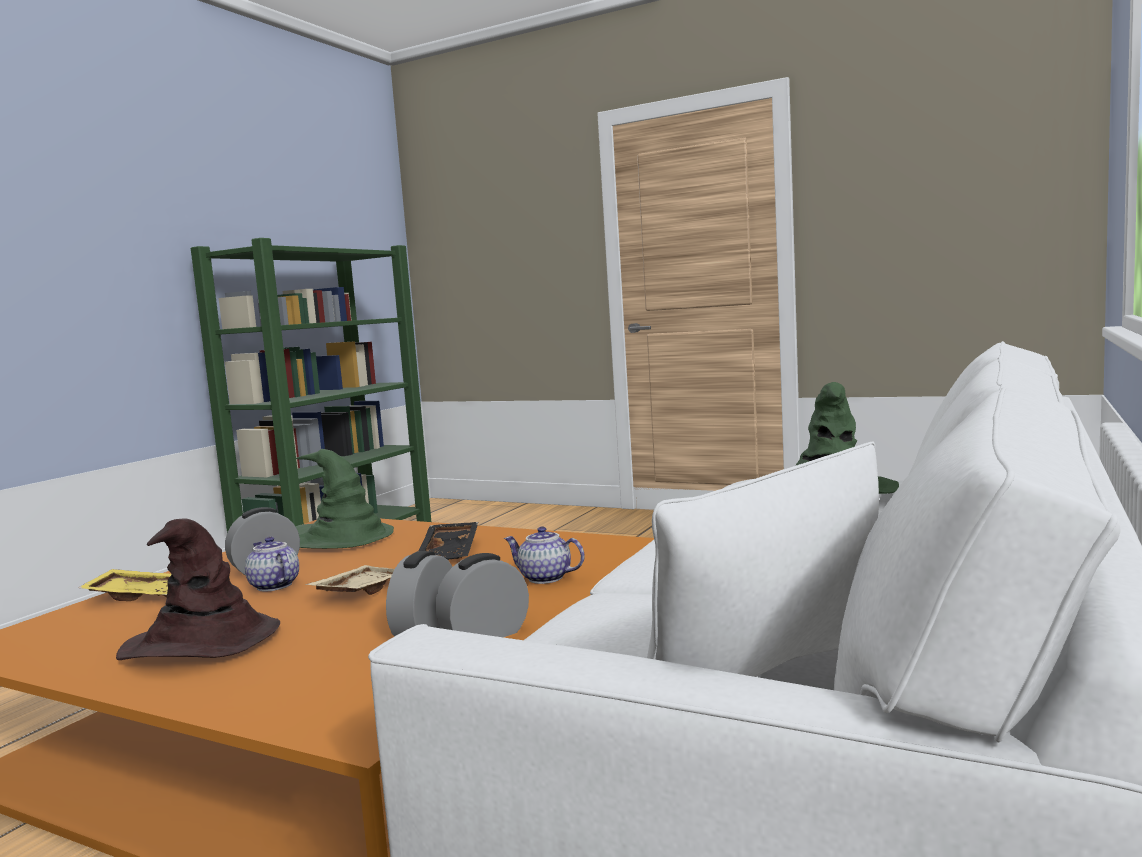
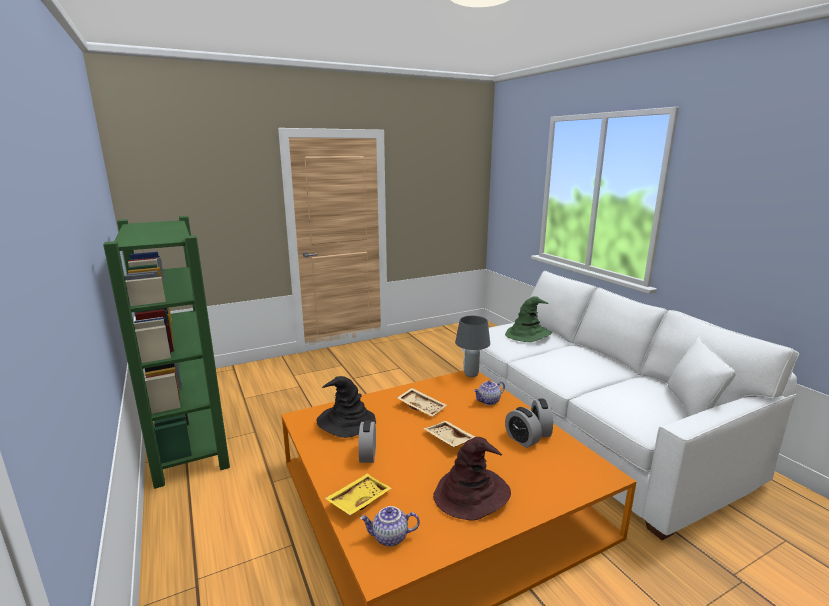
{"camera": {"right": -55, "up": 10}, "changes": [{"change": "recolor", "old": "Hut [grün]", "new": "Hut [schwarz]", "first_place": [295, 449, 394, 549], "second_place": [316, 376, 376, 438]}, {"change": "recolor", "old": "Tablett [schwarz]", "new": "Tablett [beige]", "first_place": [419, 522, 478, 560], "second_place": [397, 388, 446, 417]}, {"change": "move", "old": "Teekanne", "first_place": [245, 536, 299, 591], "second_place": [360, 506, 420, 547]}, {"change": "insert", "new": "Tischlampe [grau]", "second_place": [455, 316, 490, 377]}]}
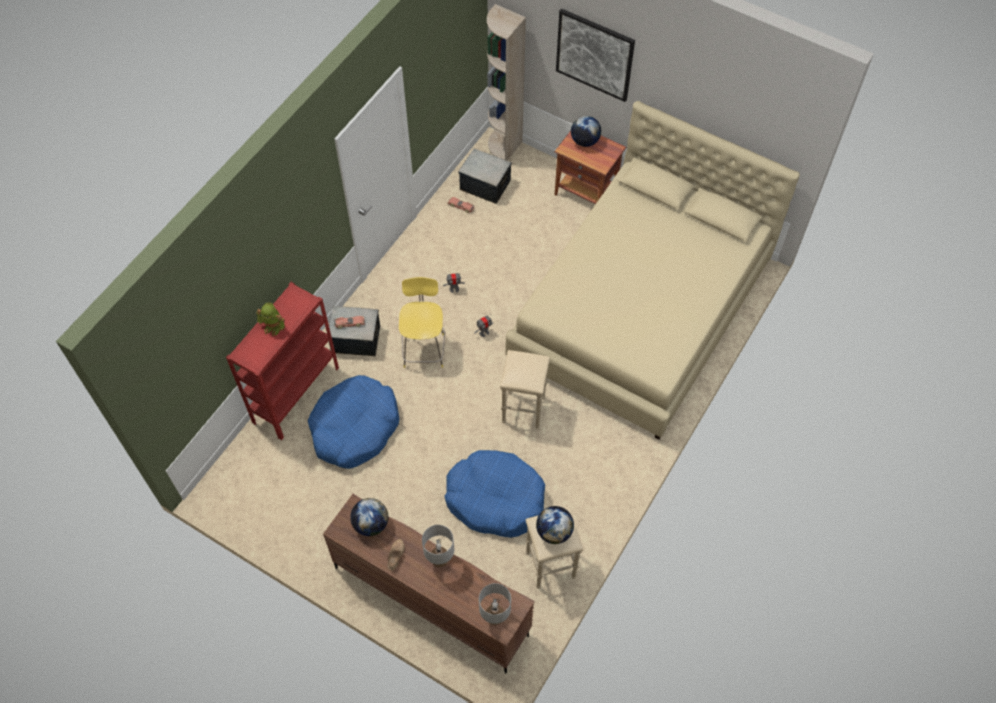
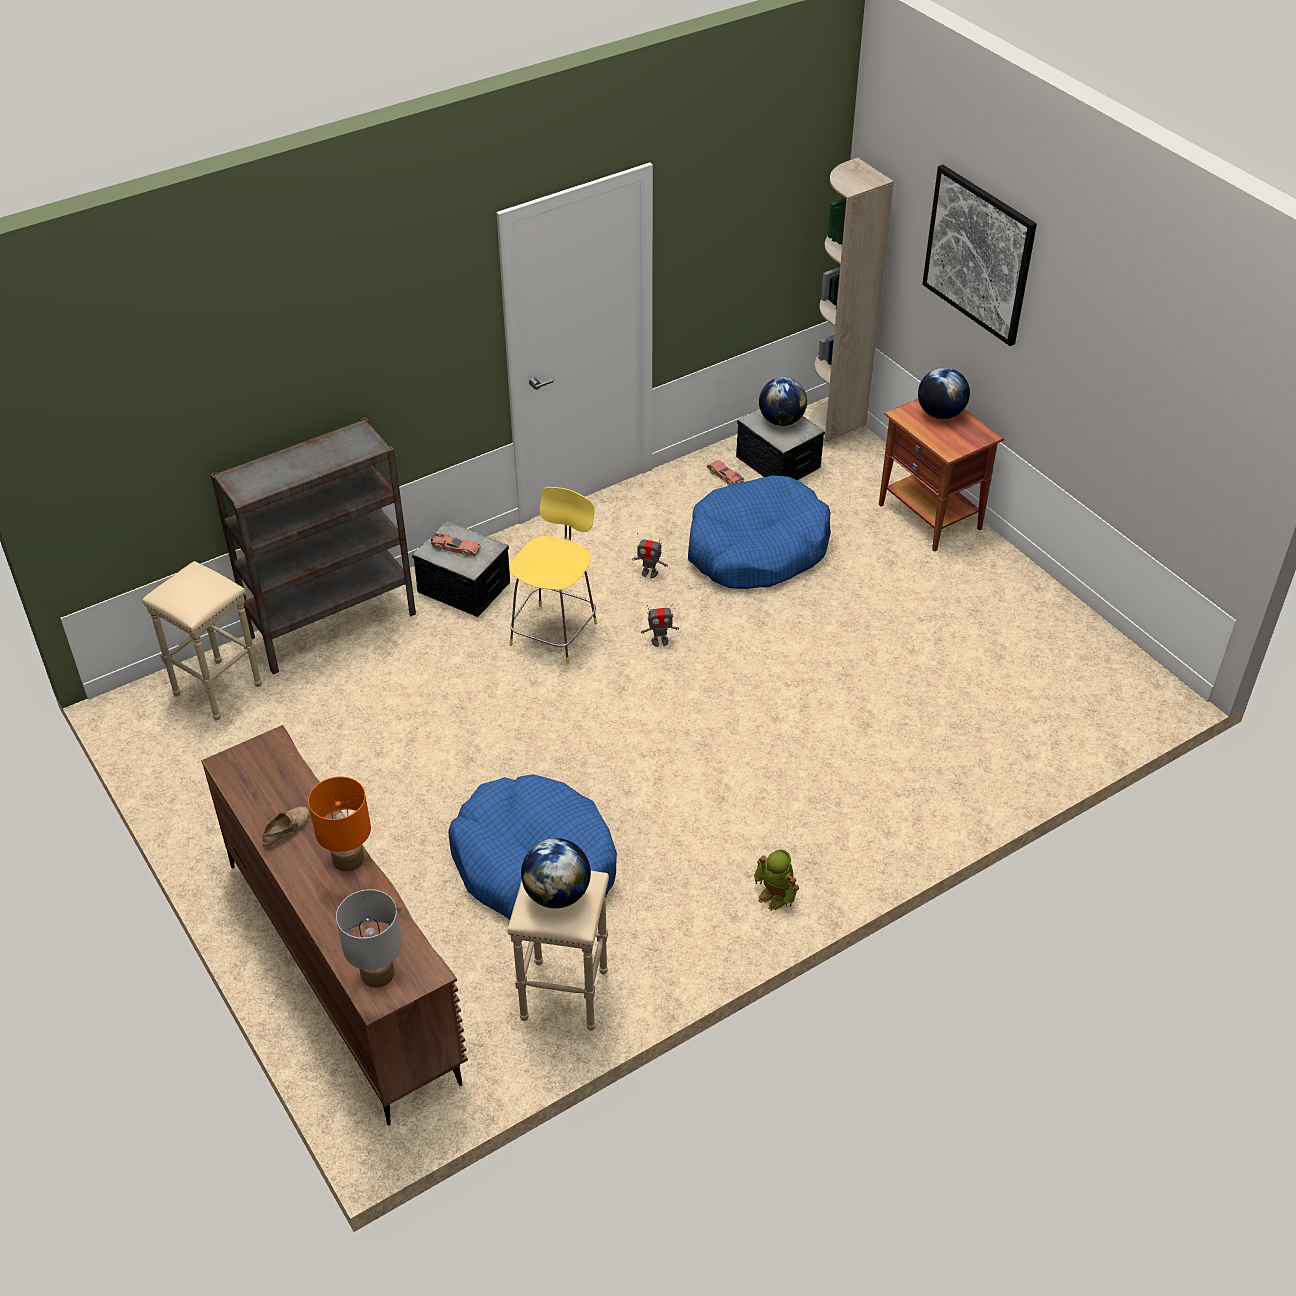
{"camera": {"right": 25, "up": -15}, "changes": [{"change": "delete", "old": "Bett [beige]", "first_place": [505, 101, 800, 440]}, {"change": "recolor", "old": "Bücherregal [rot]", "new": "Bücherregal [grau]", "first_place": [226, 282, 339, 440], "second_place": [211, 418, 416, 675]}, {"change": "move", "old": "Spielzeugroboter", "first_place": [256, 302, 285, 337], "second_place": [754, 849, 799, 911]}, {"change": "move", "old": "Hocker [beige]", "first_place": [500, 350, 550, 429], "second_place": [142, 561, 262, 720]}, {"change": "move", "old": "Hundebett [blau]", "first_place": [308, 375, 400, 469], "second_place": [688, 475, 831, 589]}, {"change": "move", "old": "Globus", "first_place": [350, 498, 388, 536], "second_place": [759, 377, 807, 426]}, {"change": "recolor", "old": "Tischlampe [grau]", "new": "Tischlampe [orange]", "first_place": [422, 525, 454, 567], "second_place": [308, 776, 371, 872]}]}
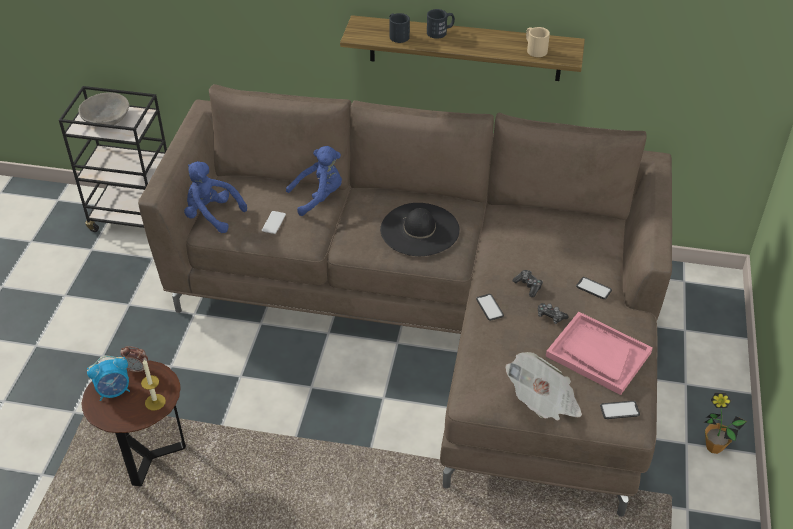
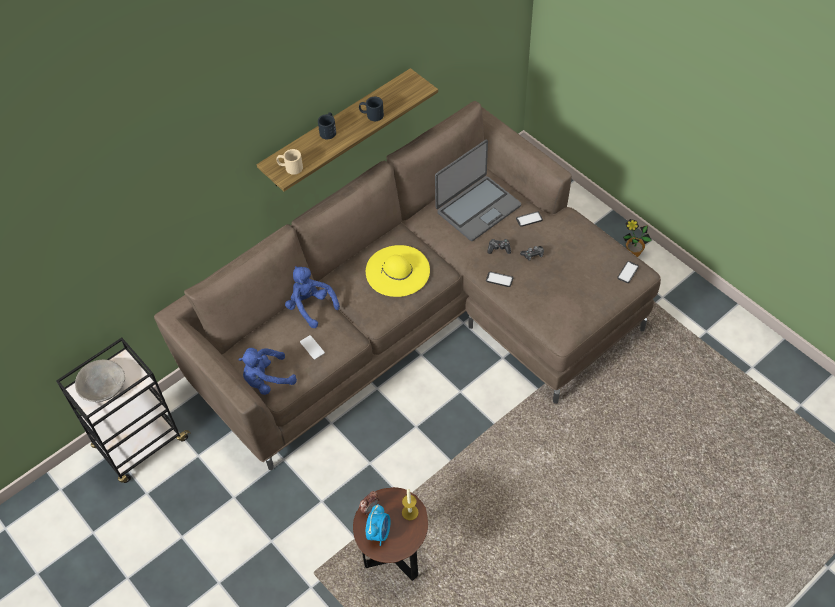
{"camera": {"right": -50, "up": 10}, "changes": [{"change": "move", "old": "Henkelbecher [schwarz]", "first_place": [389, 13, 410, 43], "second_place": [359, 97, 384, 121]}, {"change": "move", "old": "Henkelbecher [beige]", "first_place": [526, 27, 550, 57], "second_place": [277, 149, 303, 175]}, {"change": "rotate", "old": "Plüschtier [blau]", "first_place": [286, 146, 342, 216], "second_place": [285, 266, 340, 328], "degrees": -60}, {"change": "recolor", "old": "Hut [schwarz]", "new": "Hut [gelb]", "first_place": [380, 203, 460, 256], "second_place": [366, 245, 430, 297]}, {"change": "delete", "old": "Tablett [rosa]", "first_place": [546, 312, 652, 395]}, {"change": "delete", "old": "Zeitung", "first_place": [506, 352, 582, 420]}, {"change": "insert", "new": "Laptop", "second_place": [435, 140, 521, 241]}]}
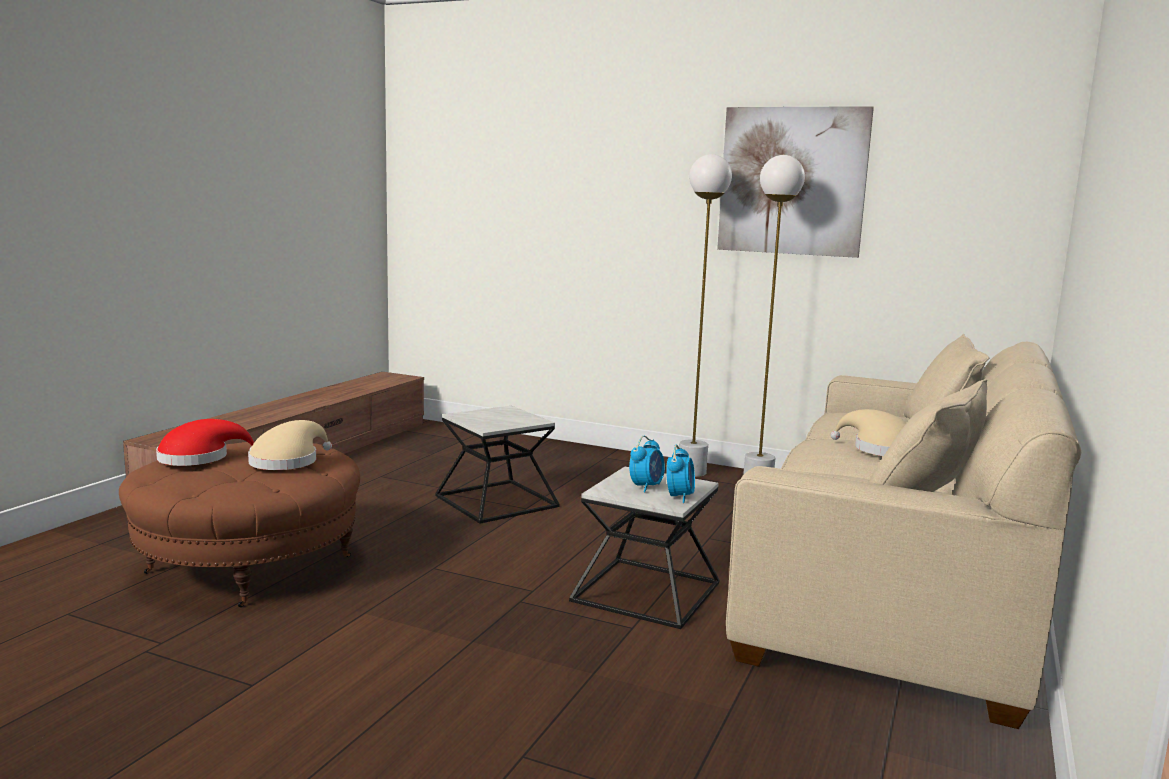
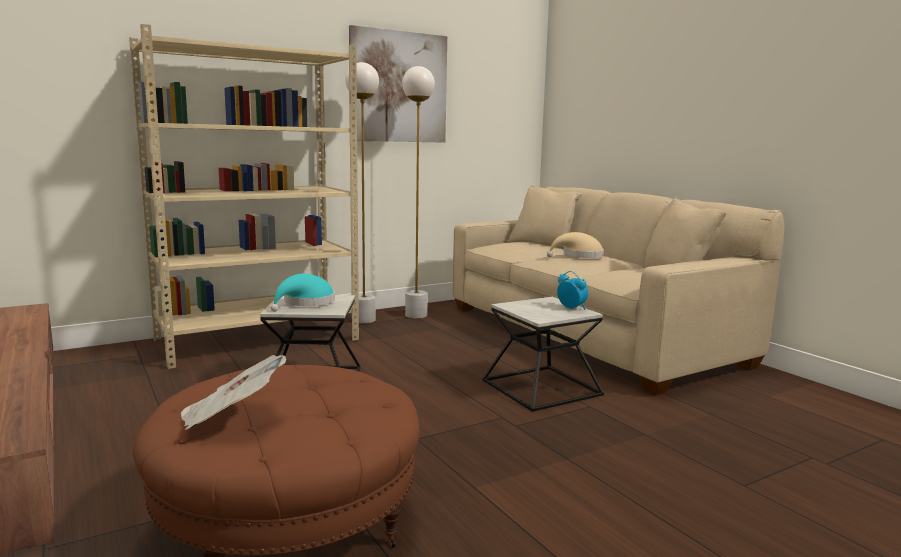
{"camera": {"right": -55, "up": 0}, "changes": [{"change": "replace", "old": "Hut [rot]", "new": "Zeitung", "first_place": [156, 419, 254, 466], "second_place": [181, 355, 286, 430]}, {"change": "delete", "old": "Hut [beige]", "first_place": [248, 420, 332, 470]}, {"change": "delete", "old": "Wecker", "first_place": [629, 436, 665, 492]}, {"change": "insert", "new": "Bücherregal [beige]", "second_place": [129, 24, 359, 369]}, {"change": "insert", "new": "Hut [türkis]", "second_place": [271, 274, 335, 312]}]}
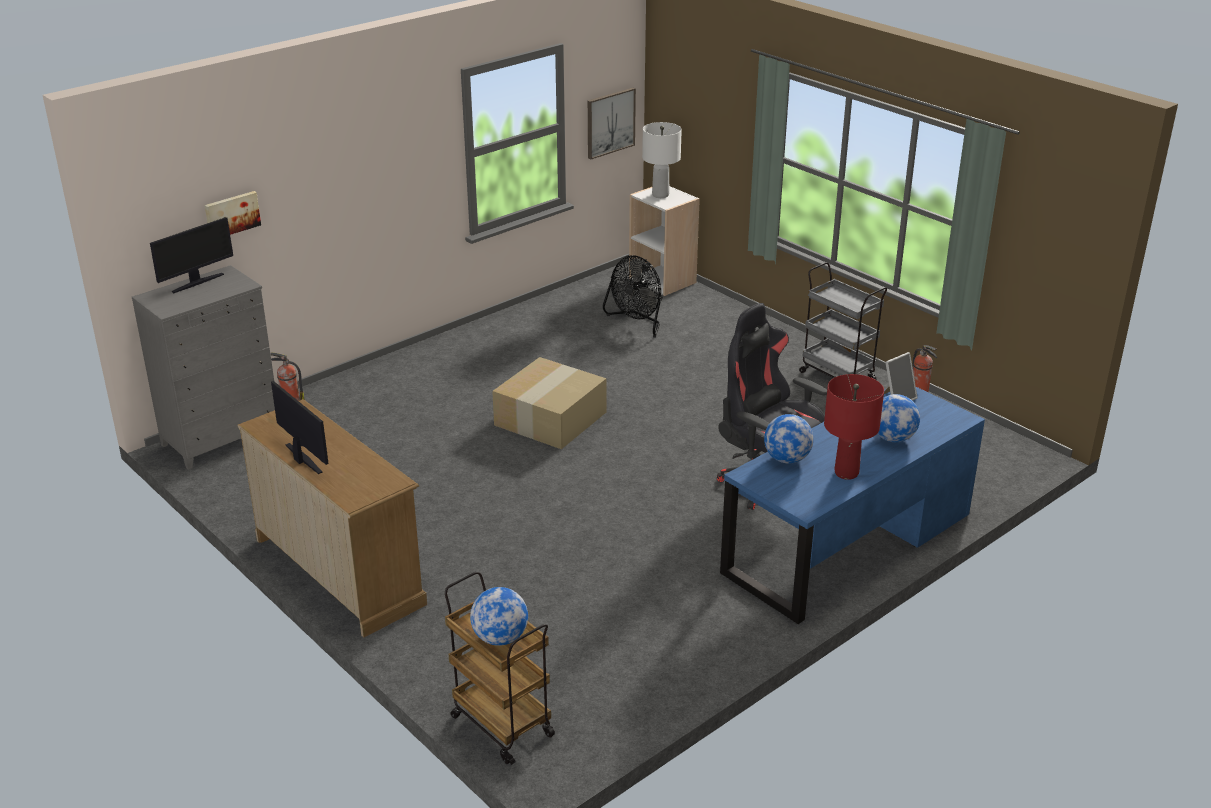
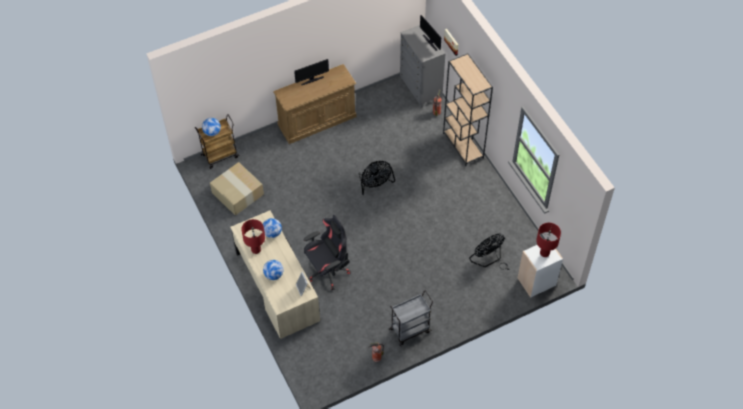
{"camera": {"right": 105, "up": 25}, "changes": [{"change": "delete", "old": "Bild", "first_place": [588, 87, 636, 159]}, {"change": "recolor", "old": "Tischlampe [weiß]", "new": "Tischlampe [rot]", "first_place": [642, 122, 682, 198], "second_place": [536, 223, 561, 257]}, {"change": "move", "old": "Karton", "first_place": [492, 357, 606, 449], "second_place": [210, 162, 264, 216]}, {"change": "recolor", "old": "Schreibtisch [blau]", "new": "Schreibtisch [beige]", "first_place": [720, 387, 985, 624], "second_place": [230, 210, 320, 339]}, {"change": "insert", "new": "Bücherregal", "second_place": [443, 53, 493, 167]}, {"change": "insert", "new": "Ventilator [schwarz]", "second_place": [358, 161, 395, 195]}]}
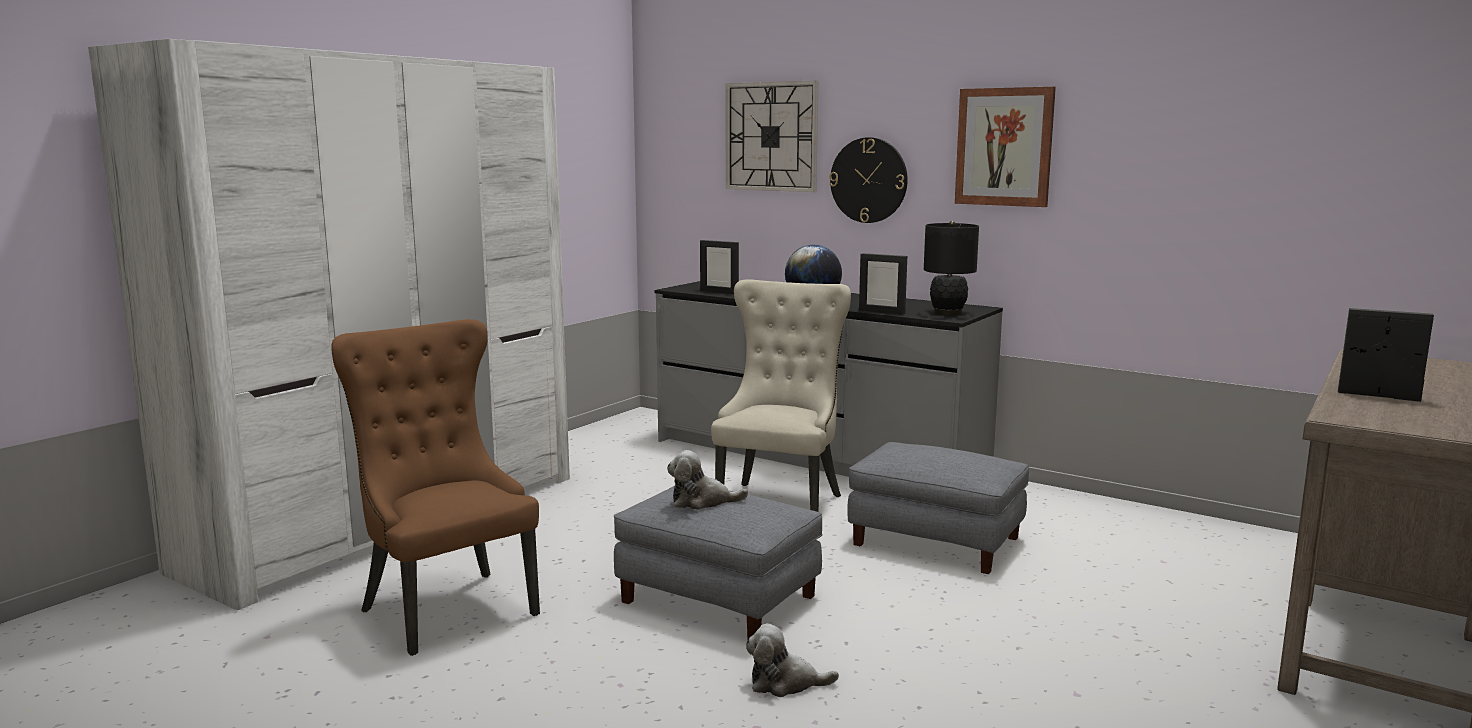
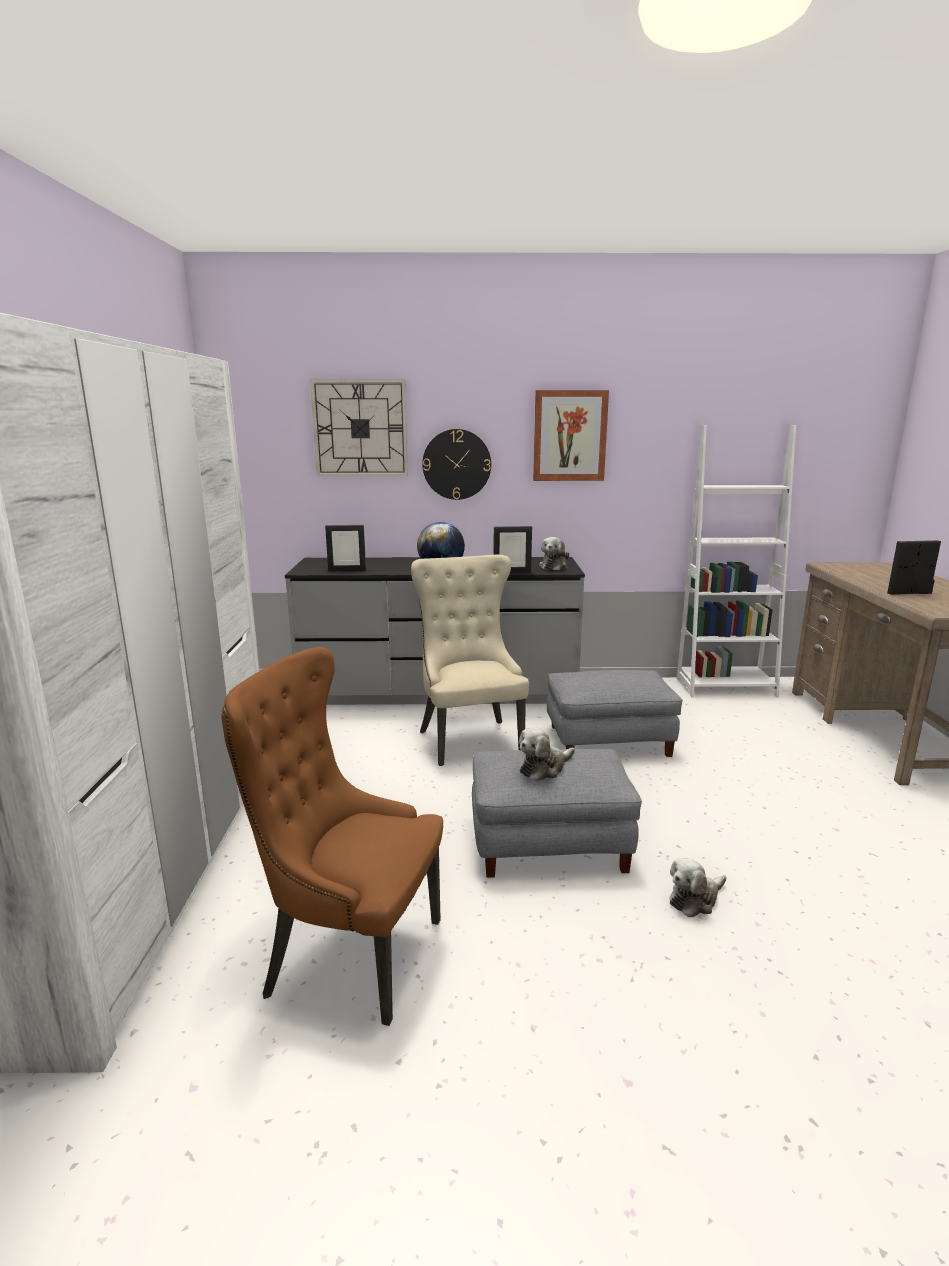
{"camera": {"right": -35, "up": 5}, "changes": [{"change": "replace", "old": "Tischlampe [schwarz]", "new": "Plüschtier", "first_place": [924, 221, 979, 315], "second_place": [539, 537, 569, 570]}, {"change": "insert", "new": "Bücherregal [weiß]", "second_place": [677, 425, 796, 698]}]}
